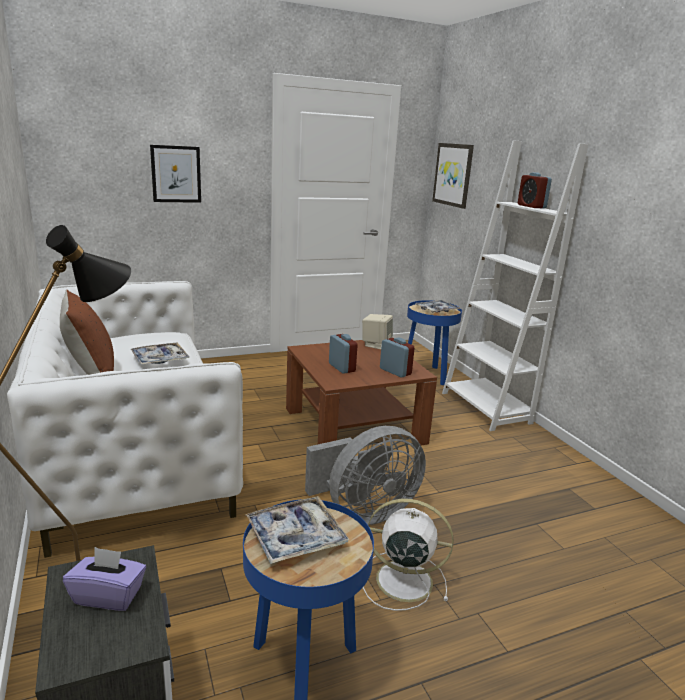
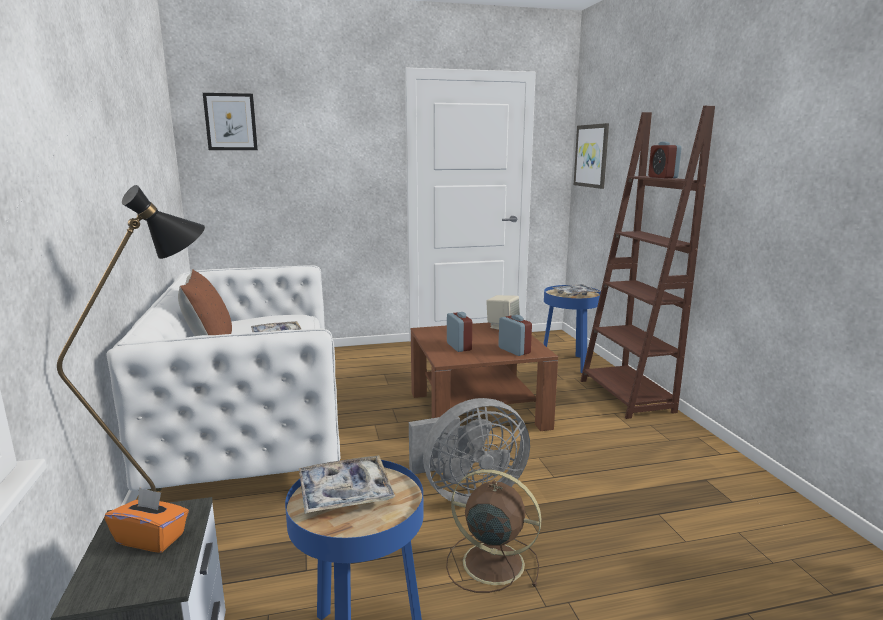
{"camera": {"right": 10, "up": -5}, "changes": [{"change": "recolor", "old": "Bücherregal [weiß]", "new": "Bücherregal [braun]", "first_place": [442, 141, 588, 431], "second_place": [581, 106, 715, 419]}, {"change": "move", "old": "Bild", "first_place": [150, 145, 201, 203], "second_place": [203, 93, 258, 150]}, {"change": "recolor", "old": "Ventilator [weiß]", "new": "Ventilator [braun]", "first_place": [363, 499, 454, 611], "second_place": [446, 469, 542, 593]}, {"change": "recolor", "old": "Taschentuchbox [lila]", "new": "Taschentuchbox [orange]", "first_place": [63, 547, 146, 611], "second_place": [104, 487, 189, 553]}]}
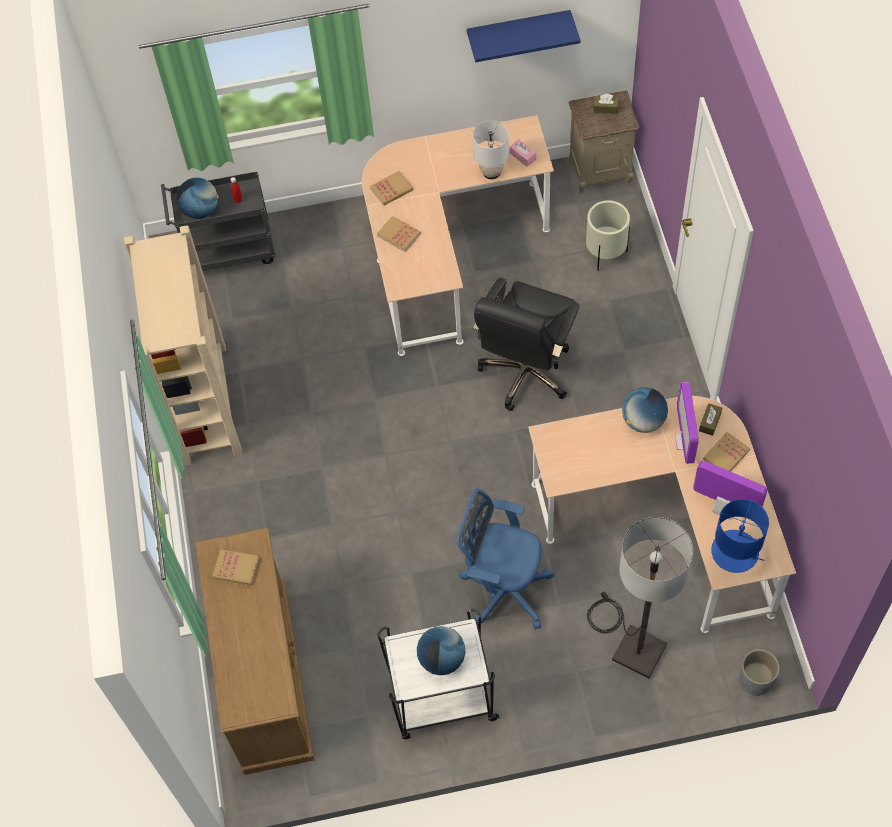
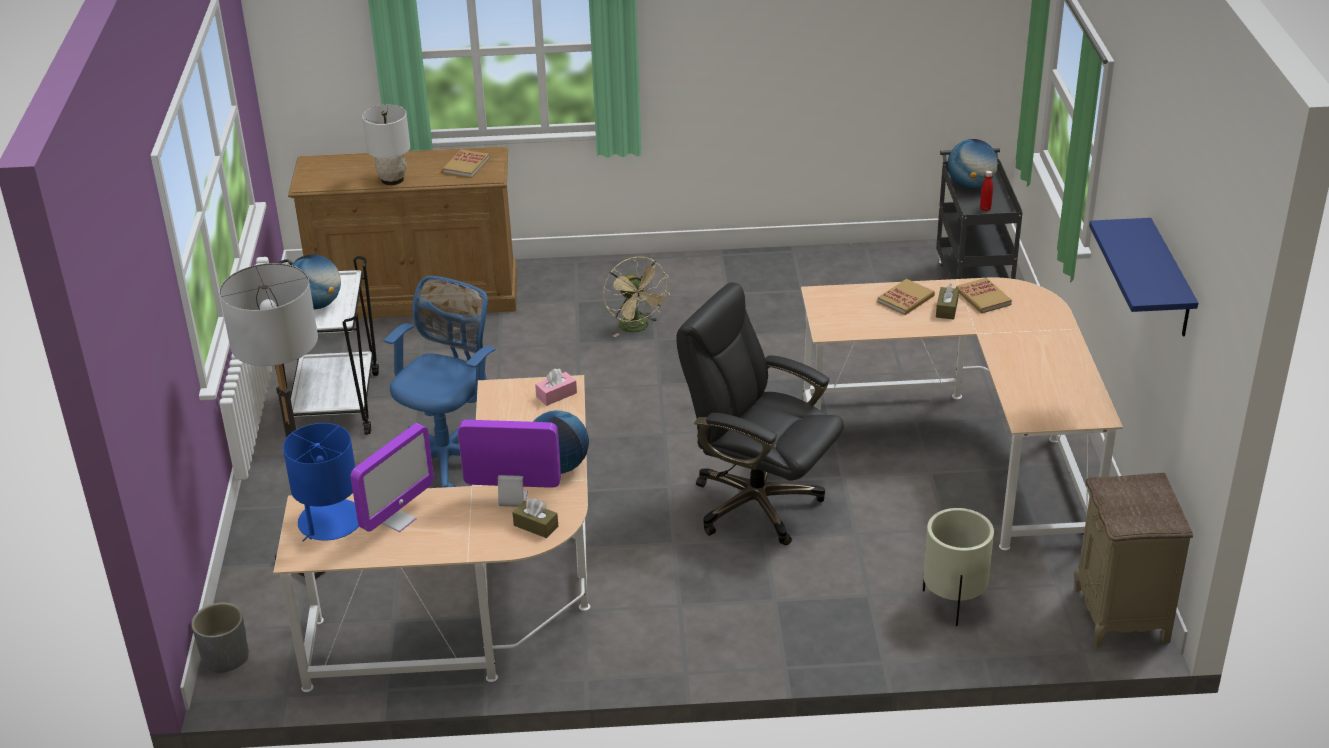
{"camera": {"right": 95, "up": -25}, "changes": [{"change": "move", "old": "Taschentuchbox [braun]", "first_place": [593, 94, 619, 114], "second_place": [936, 284, 959, 320]}, {"change": "move", "old": "Tischlampe [weiß]", "first_place": [473, 121, 509, 179], "second_place": [362, 105, 410, 185]}, {"change": "move", "old": "Taschentuchbox [rosa]", "first_place": [510, 140, 536, 167], "second_place": [535, 369, 577, 406]}, {"change": "delete", "old": "Bücherregal [beige]", "first_place": [124, 225, 242, 466]}, {"change": "delete", "old": "Buch", "first_place": [703, 432, 750, 472]}, {"change": "insert", "new": "Ventilator [beige]", "second_place": [603, 257, 670, 337]}]}
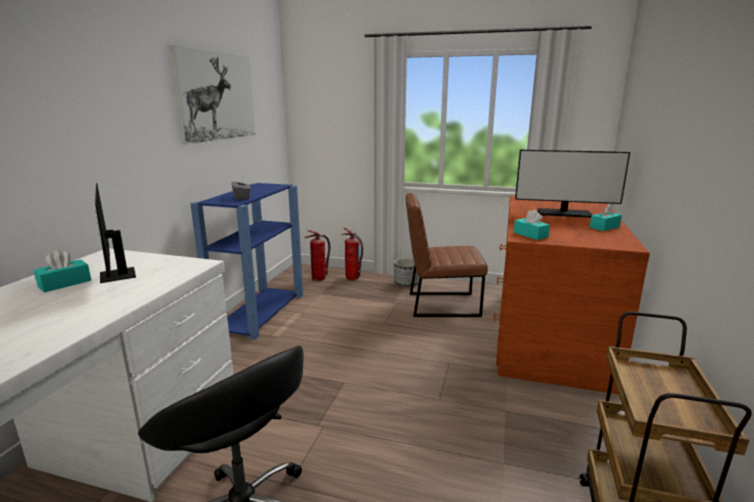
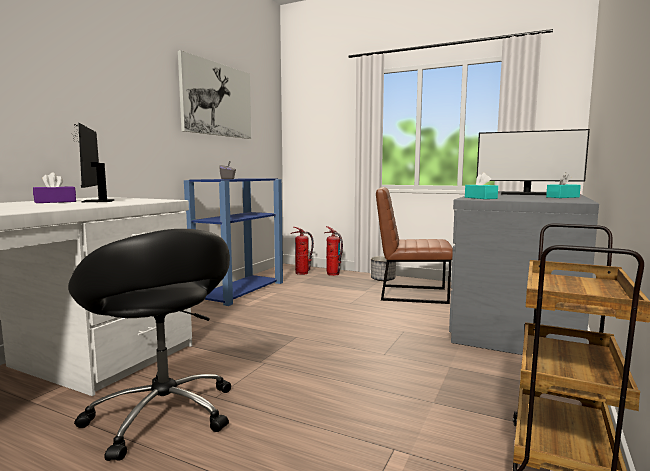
{"camera": {"right": 10, "up": -10}, "changes": [{"change": "recolor", "old": "Schreibtisch [braun]", "new": "Schreibtisch [grau]", "first_place": [493, 195, 650, 394], "second_place": [449, 191, 599, 355]}, {"change": "recolor", "old": "Taschentuchbox [türkis]", "new": "Taschentuchbox [lila]", "first_place": [34, 249, 91, 292], "second_place": [33, 172, 76, 203]}]}
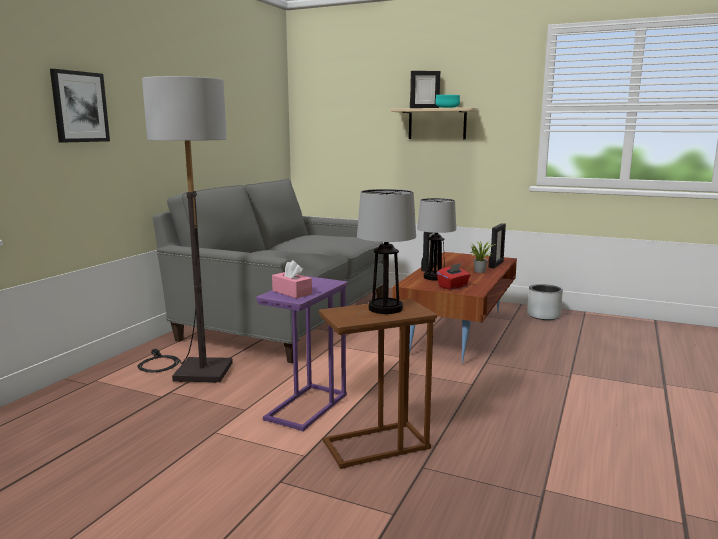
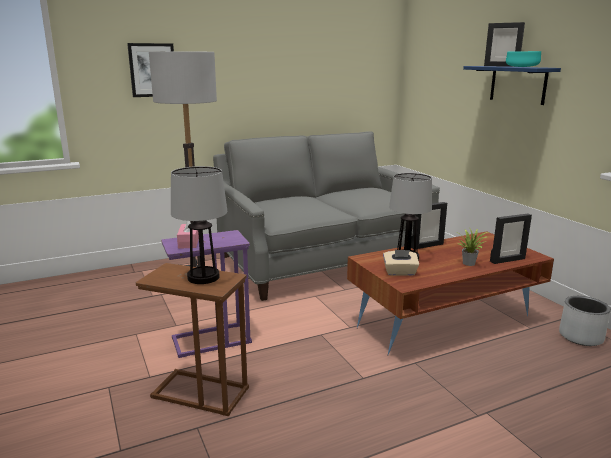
{"camera": {"right": 40, "up": 5}, "changes": [{"change": "recolor", "old": "Wandregal [beige]", "new": "Wandregal [blau]", "first_place": [390, 107, 478, 139], "second_place": [463, 66, 561, 105]}, {"change": "recolor", "old": "Taschentuchbox [rot]", "new": "Taschentuchbox [beige]", "first_place": [437, 263, 471, 290], "second_place": [383, 250, 419, 276]}]}
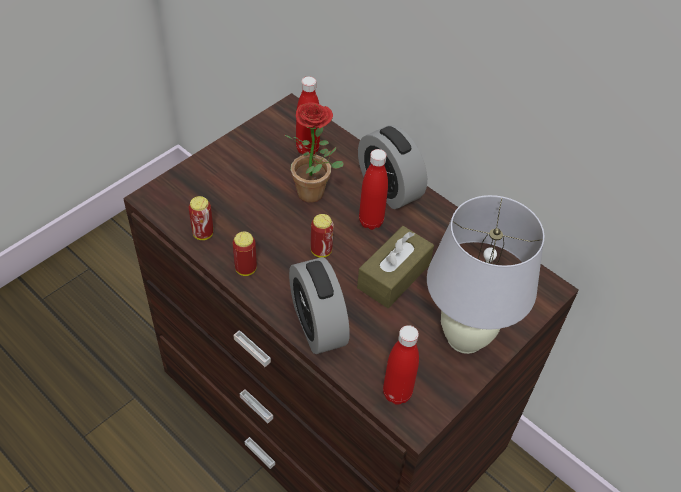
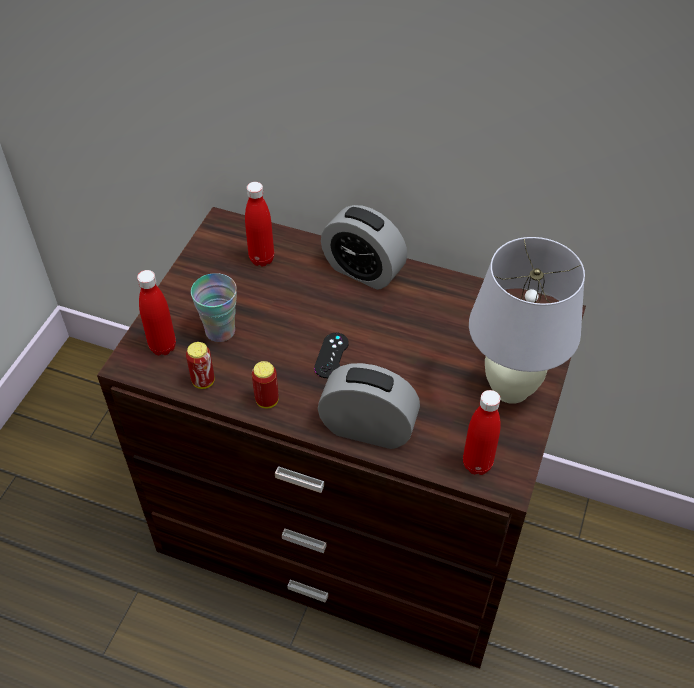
{"camera": {"right": -20, "up": 0}, "changes": [{"change": "delete", "old": "Topfpflanze", "first_place": [285, 102, 344, 203]}, {"change": "move", "old": "Flasche [rot]", "first_place": [359, 149, 388, 230], "second_place": [137, 270, 176, 355]}, {"change": "replace", "old": "Dose", "new": "Gamepad [schwarz]", "first_place": [311, 214, 334, 258], "second_place": [314, 333, 349, 378]}, {"change": "delete", "old": "Taschentuchbox [braun]", "first_place": [357, 226, 434, 308]}, {"change": "rotate", "old": "Wecker", "first_place": [289, 257, 350, 354], "second_place": [318, 363, 420, 449], "degrees": 150}, {"change": "insert", "new": "Tasse", "second_place": [191, 273, 237, 342]}]}
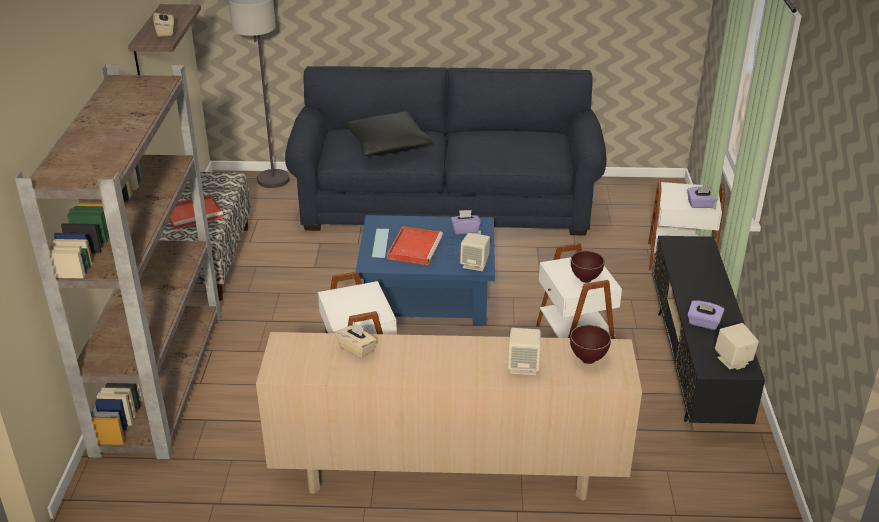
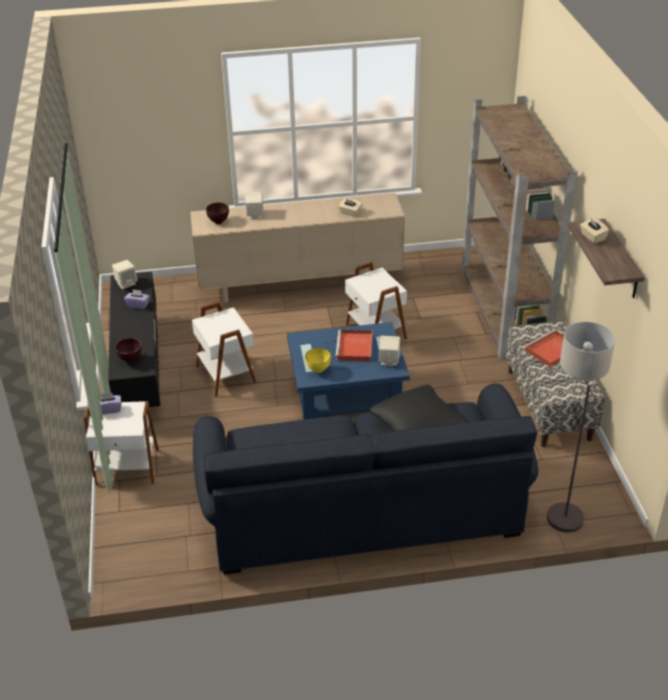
{"camera": {"right": 170, "up": 5}, "changes": [{"change": "replace", "old": "Taschentuchbox [lila]", "new": "Schüssel [gelb]", "first_place": [451, 210, 481, 234], "second_place": [305, 348, 331, 373]}, {"change": "move", "old": "Lautsprecher [beige]", "first_place": [460, 233, 490, 271], "second_place": [380, 336, 400, 367]}, {"change": "move", "old": "Schüssel [braun]", "first_place": [571, 251, 604, 283], "second_place": [115, 338, 141, 363]}]}
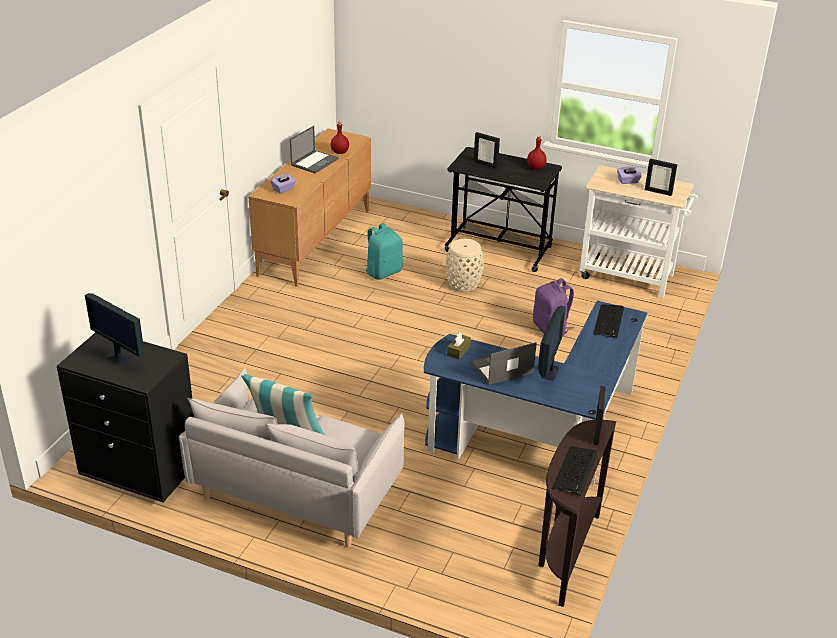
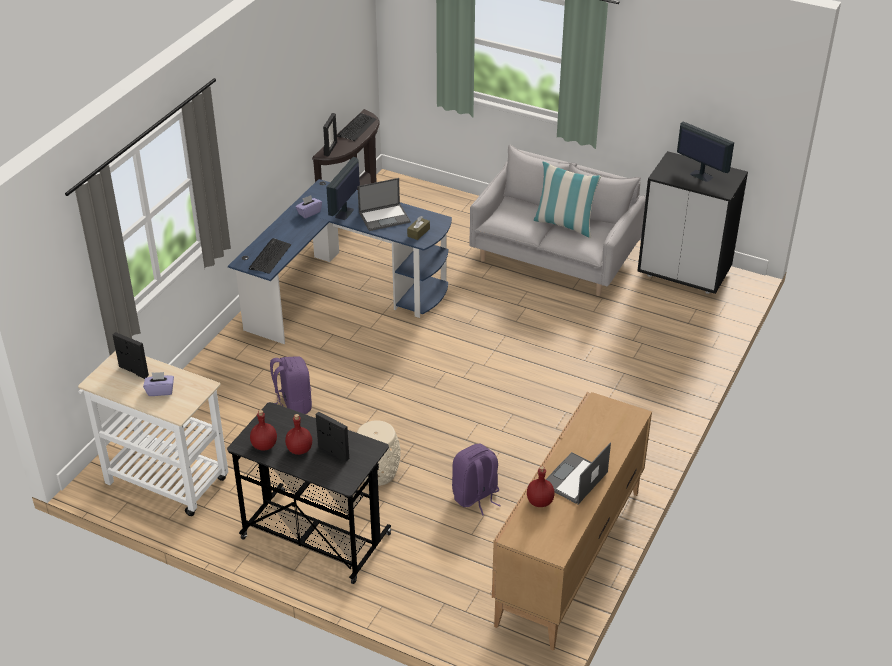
{"camera": {"right": -175, "up": 5}, "changes": [{"change": "move", "old": "Taschentuchbox [lila]", "first_place": [271, 174, 296, 194], "second_place": [295, 195, 322, 219]}, {"change": "recolor", "old": "Rucksack [türkis]", "new": "Rucksack [lila]", "first_place": [365, 223, 403, 280], "second_place": [452, 444, 501, 516]}, {"change": "insert", "new": "Flasche [rot]", "second_place": [285, 414, 312, 455]}]}
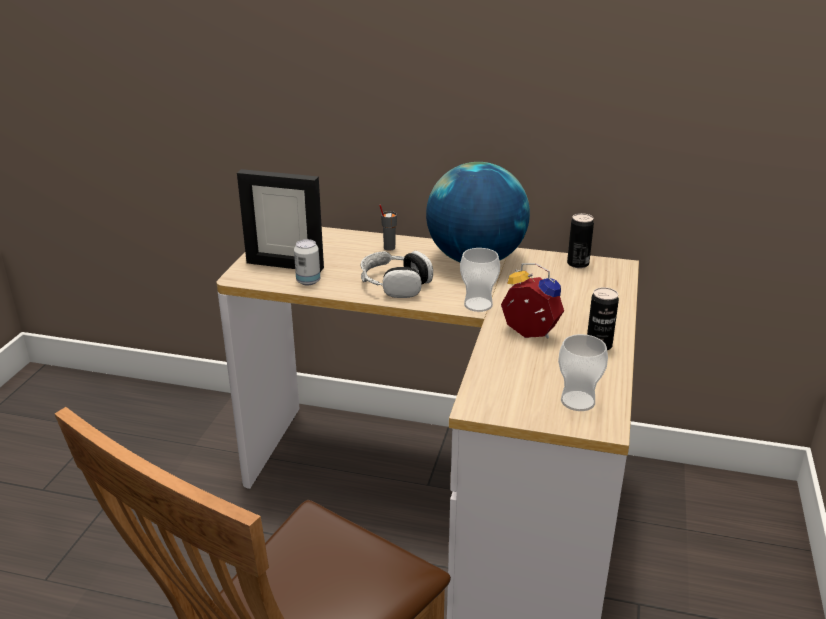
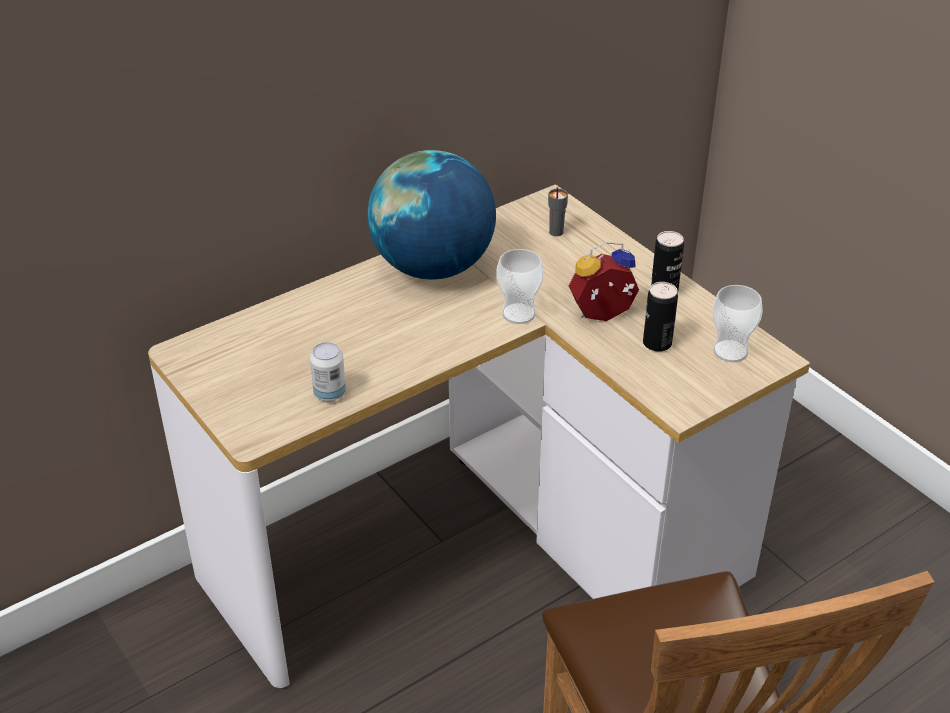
{"camera": {"right": -50, "up": 10}, "changes": [{"change": "delete", "old": "Bilderrahmen", "first_place": [237, 169, 324, 272]}, {"change": "move", "old": "Tasse [grau]", "first_place": [379, 205, 397, 251], "second_place": [548, 187, 568, 236]}, {"change": "move", "old": "Dose", "first_place": [567, 213, 594, 268], "second_place": [643, 282, 678, 352]}, {"change": "delete", "old": "Kopfhörer", "first_place": [360, 251, 433, 298]}]}
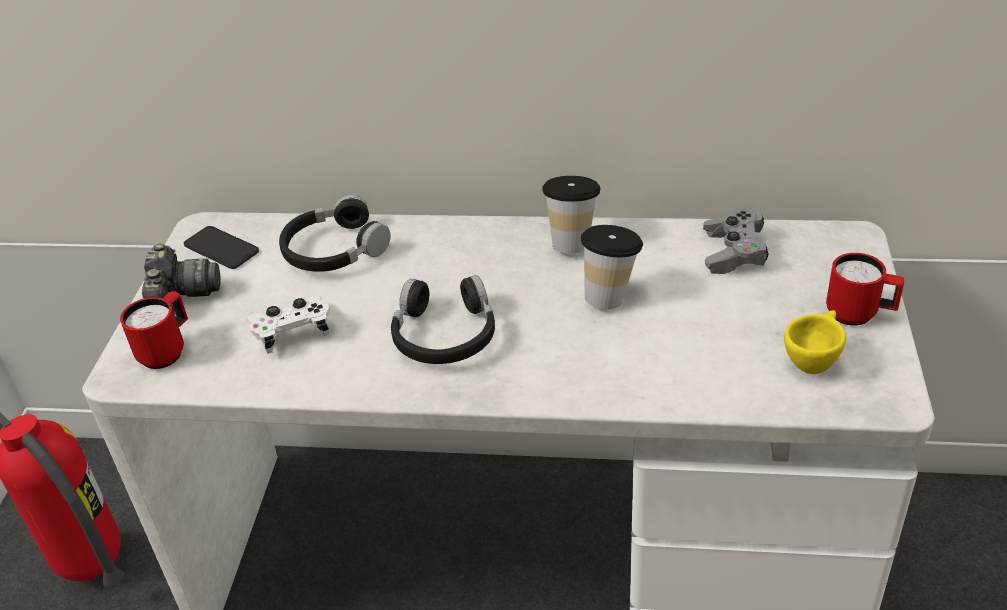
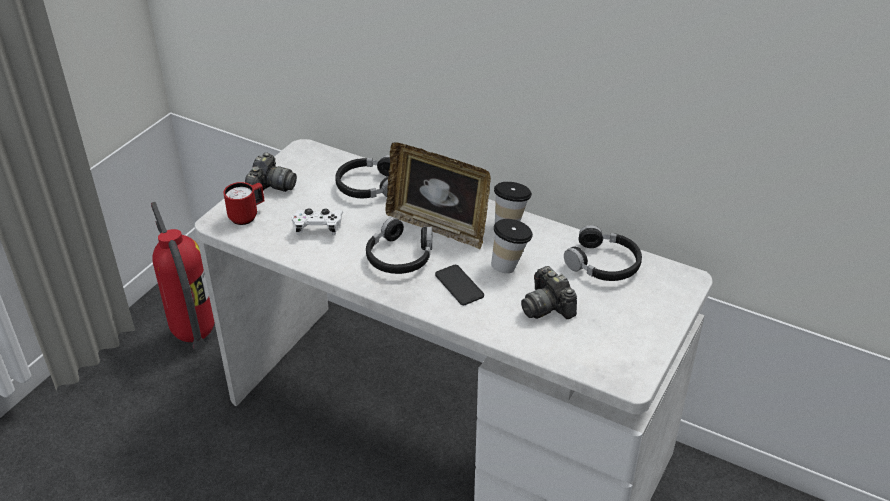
{"camera": {"right": 20, "up": 0}, "changes": [{"change": "replace", "old": "Gamepad [grau]", "new": "Kopfhörer [schwarz]", "first_place": [703, 208, 769, 274], "second_place": [564, 225, 642, 281]}, {"change": "move", "old": "Handy", "first_place": [184, 226, 259, 269], "second_place": [435, 265, 484, 305]}, {"change": "delete", "old": "Henkelbecher [rot]", "first_place": [826, 253, 905, 326]}, {"change": "delete", "old": "Tasse [gelb]", "first_place": [784, 310, 846, 374]}, {"change": "insert", "new": "Bilderrahmen", "second_place": [385, 142, 491, 249]}, {"change": "insert", "new": "Kamera", "second_place": [521, 266, 577, 319]}]}
